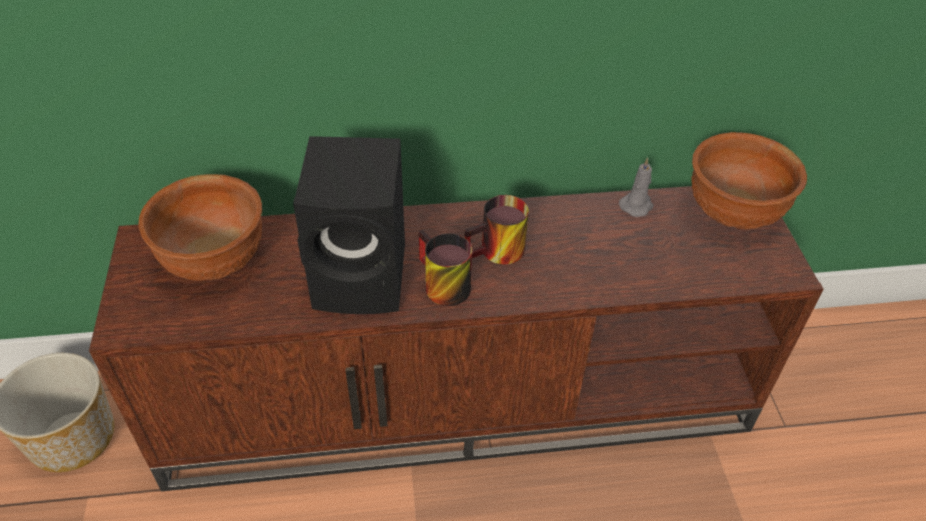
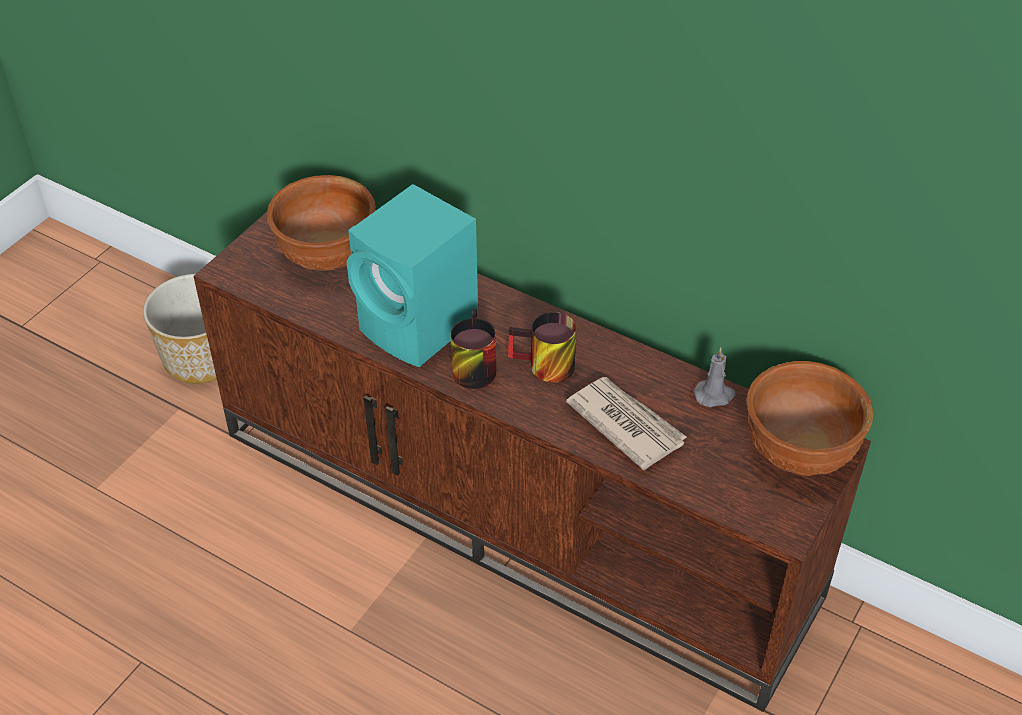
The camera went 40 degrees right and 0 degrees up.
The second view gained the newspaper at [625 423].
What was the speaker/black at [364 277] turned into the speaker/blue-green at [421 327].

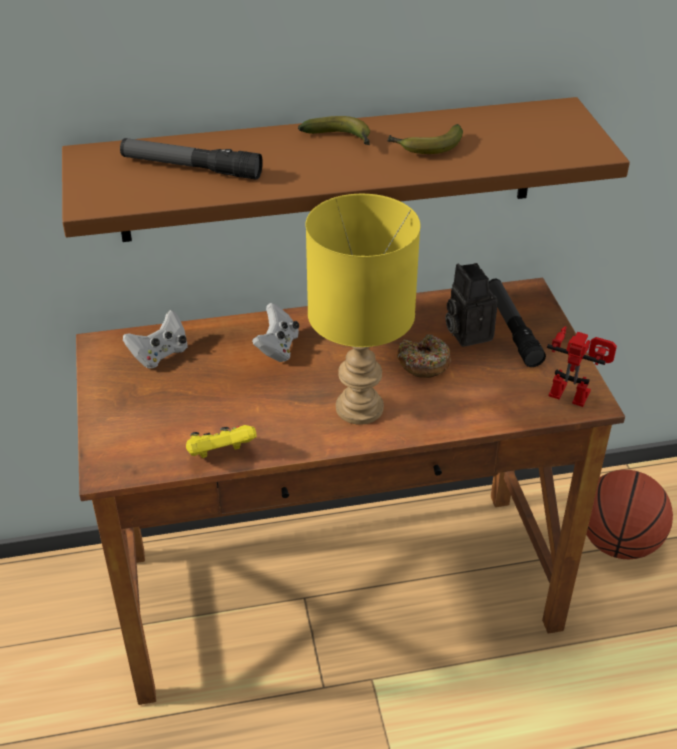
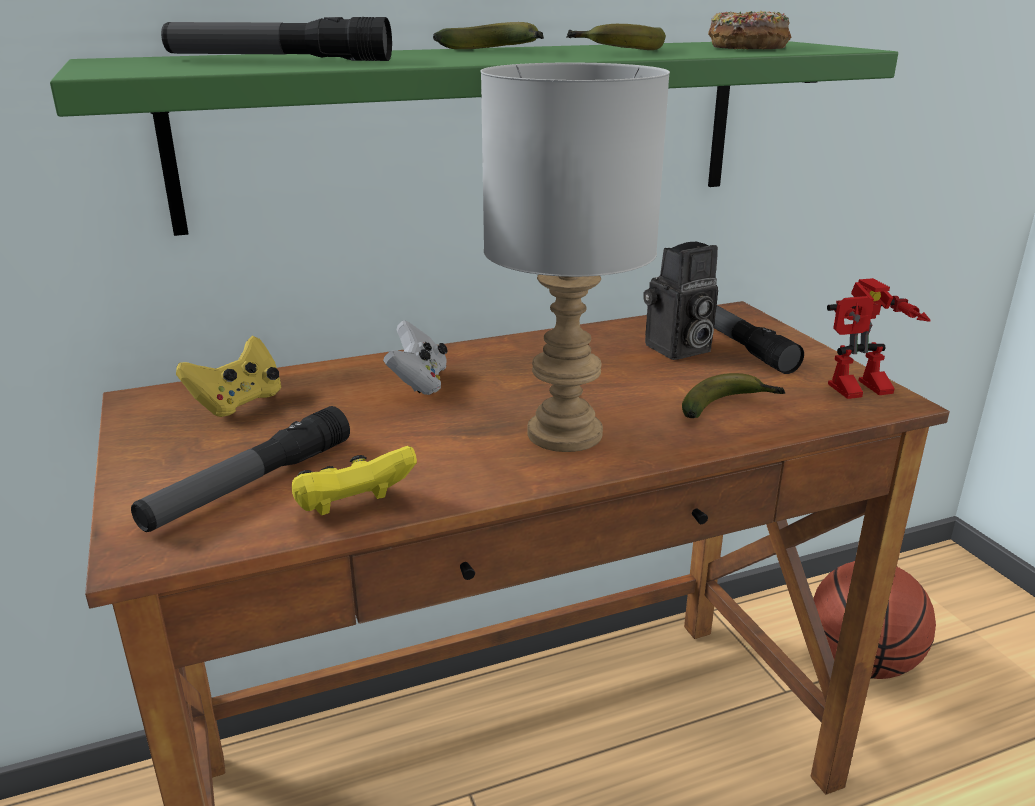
The camera went 10 degrees left and 15 degrees down.
The second view gained the flashlight at [250 484].
The second view gained the banana fruit at [729 407].
The donut ended up elsewhere, having gone from [423 363] to [748 47].
What was the shelf/brown-coloured at [329 170] turned into the shelf/greenish at [473 130].
What was the game controller/whitish at [160 354] turned into the game controller/yellow-coloured at [238 402].
What was the tabletop lamp/yellow-coloured at [357 408] turned into the tabletop lamp/greyish at [561 434].
The still camera at [466 332] ended up facing another way, 90 degrees counterclockwise from before.
The toy robot at [573 391] ended up facing another way, 150 degrees clockwise from before.

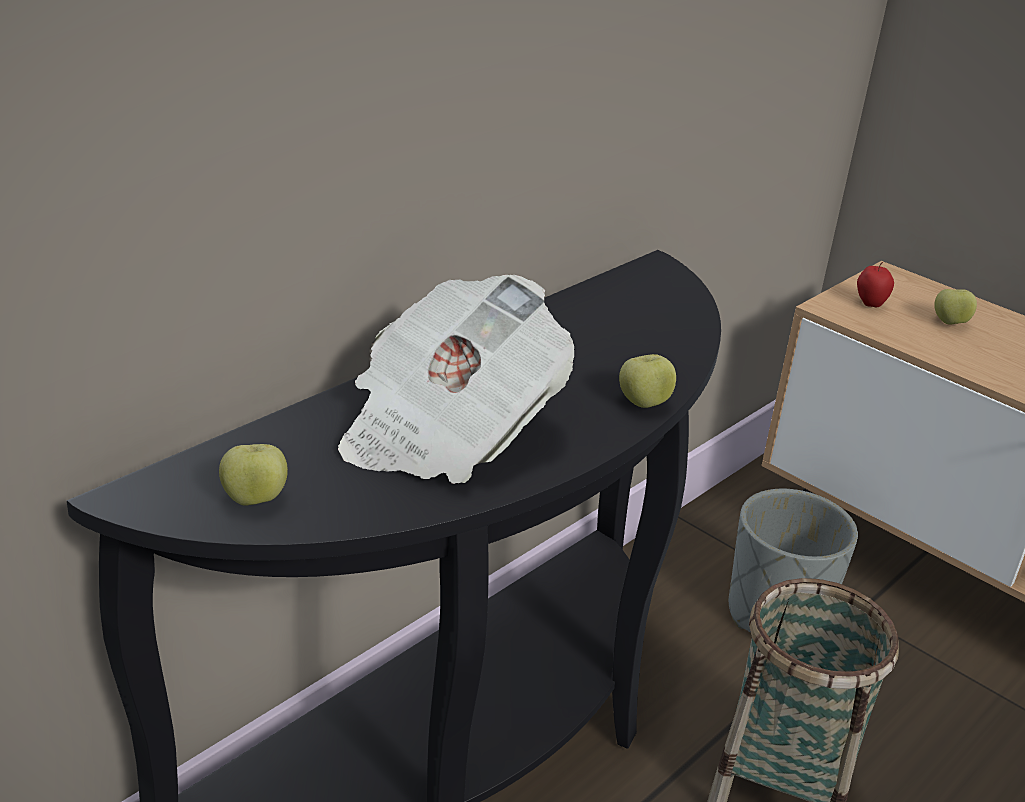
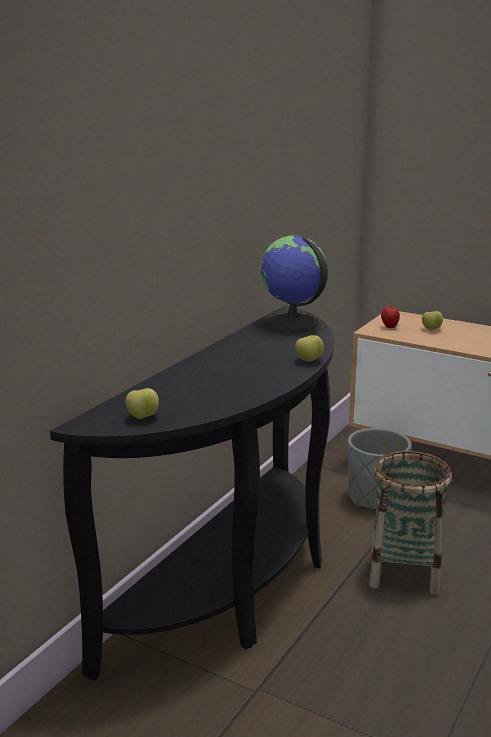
The camera went 10 degrees left and 10 degrees down.
The second view lost the newspaper at [447 430].
The second view gained the world globe at [292 323].

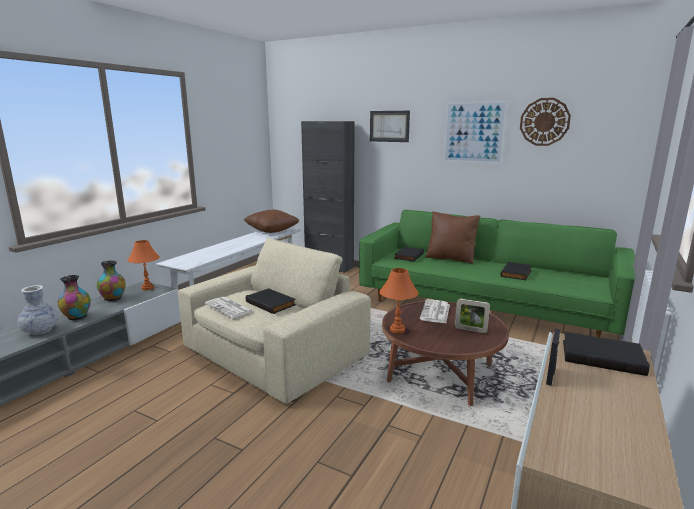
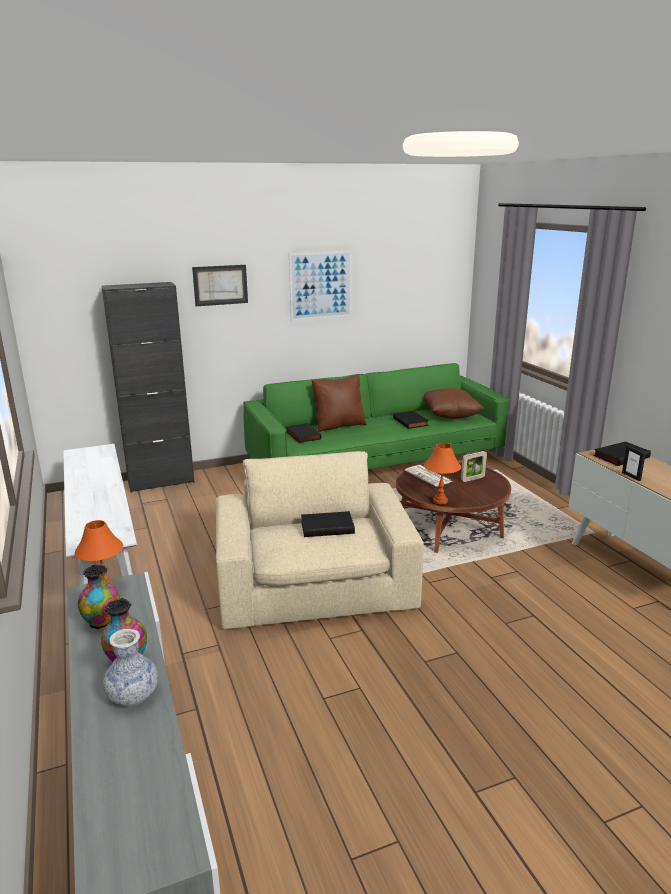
The camera went 50 degrees left and 5 degrees up.
The second view lost the newspaper at [230 308].
The second view lost the wall clock at [544 122].
The pillow/brown-coloured ended up elsewhere, having gone from [272 231] to [450 416].

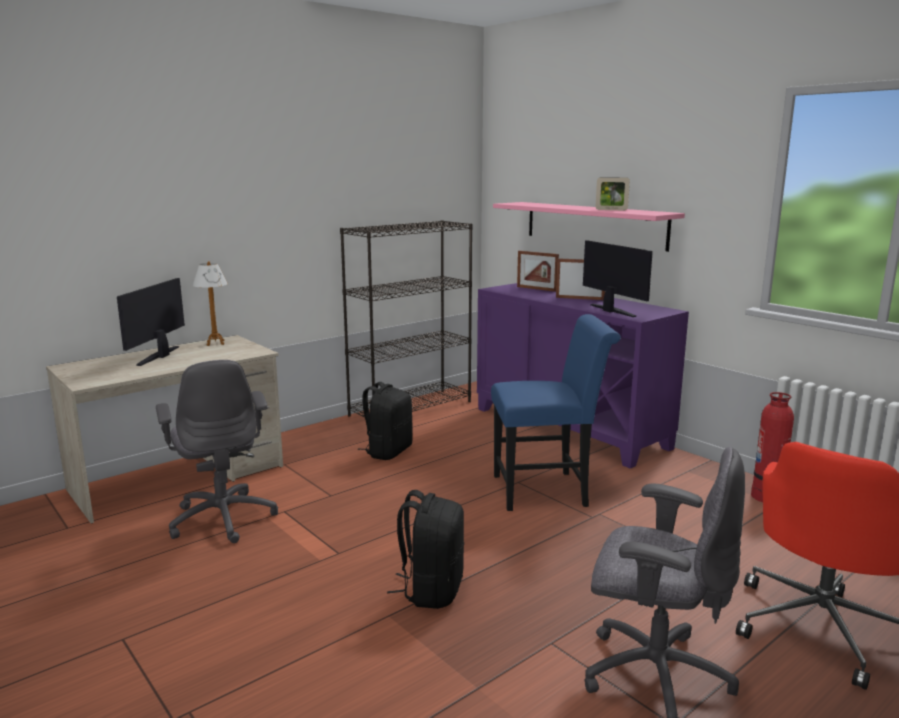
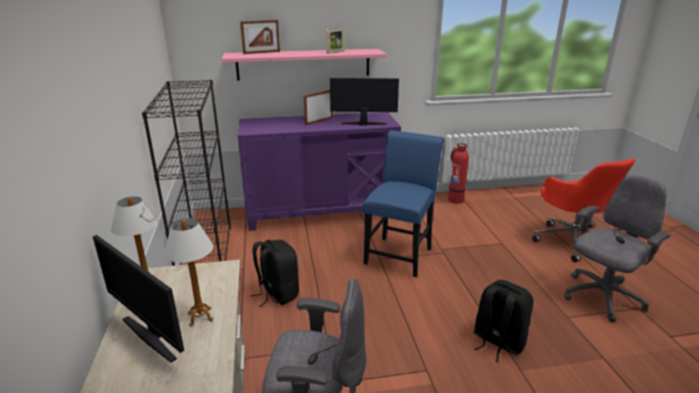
The camera went 60 degrees left and 10 degrees up.
The second view gained the tabletop lamp at [200 317].
The picture frame ended up elsewhere, having gone from [536 289] to [261 52].

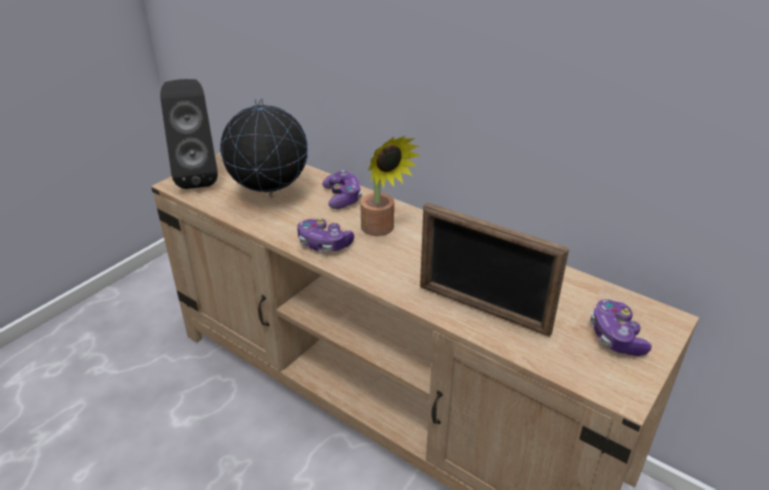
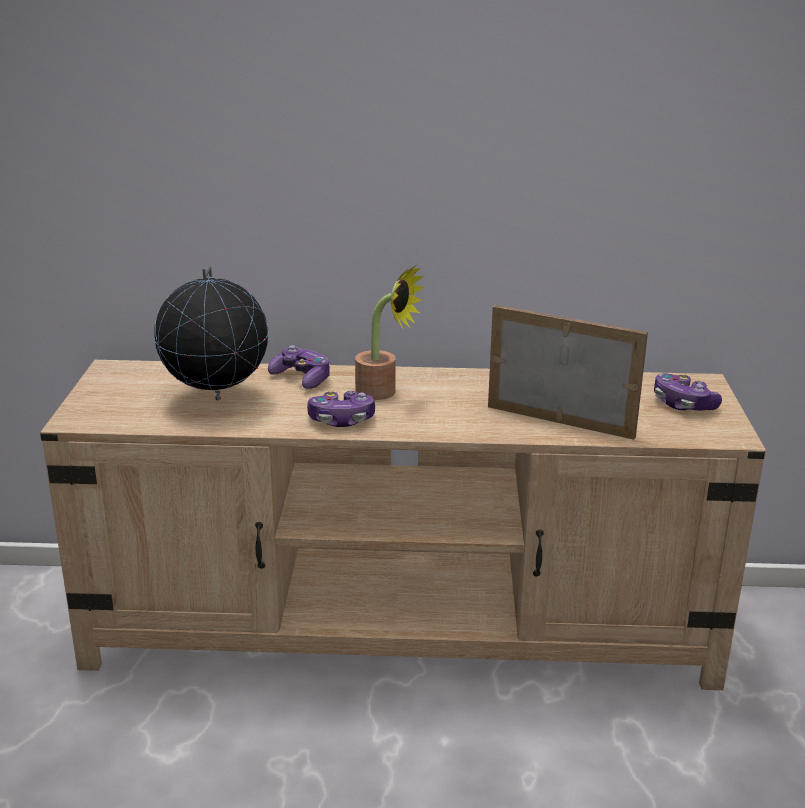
The camera went 35 degrees left and 10 degrees down.
The second view lost the speaker/black at [198 177].
The picture frame at [482 309] ended up facing another way, 150 degrees counterclockwise from before.

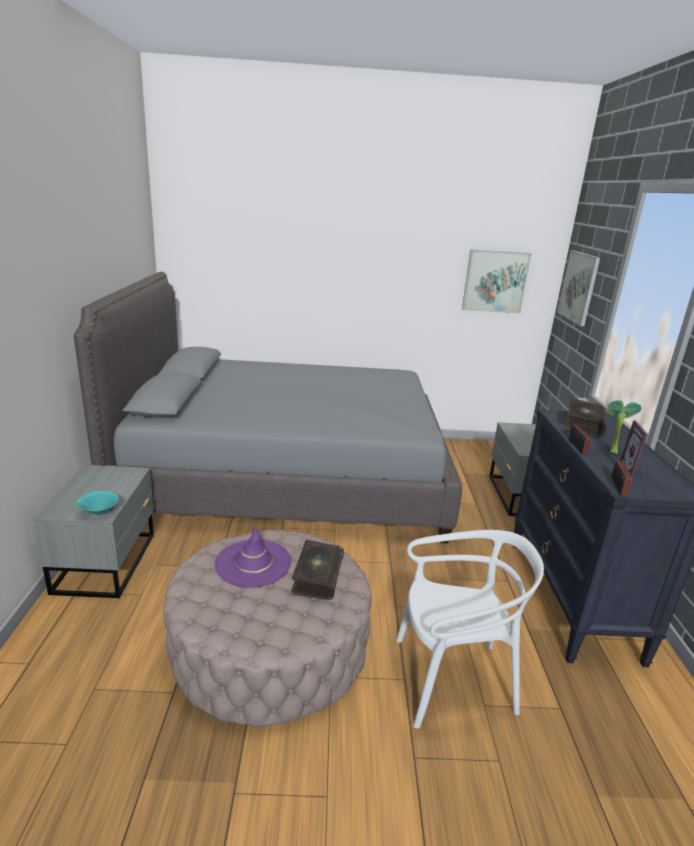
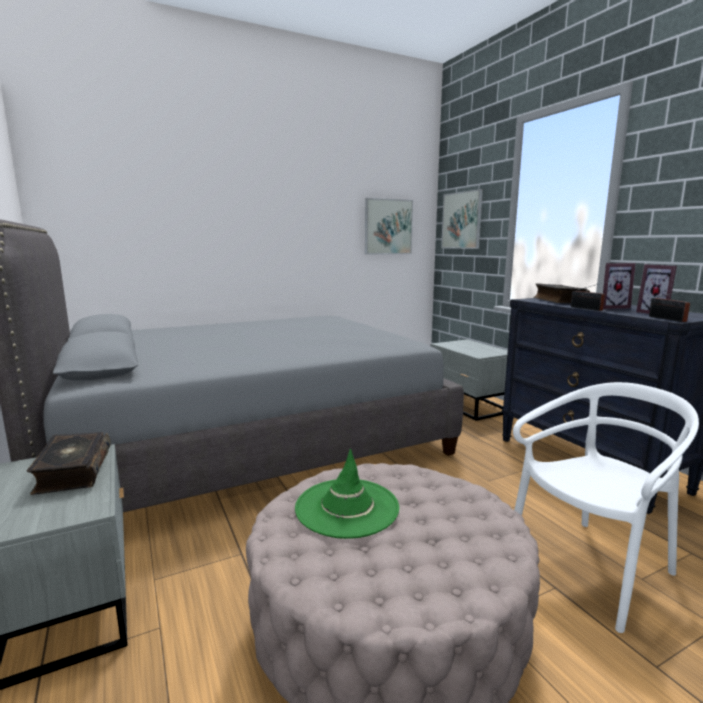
The camera went 25 degrees left and 10 degrees down.
The second view lost the serving bowl/blue-green at [98 512].
The bound book ended up elsewhere, having gone from [316 576] to [72 472].
Where the potted plant stood at [611 451], the picture frame came to stand at [610 307].
What was the clothing hat/purplish at [253 563] turned into the clothing hat/greenish at [347 507].

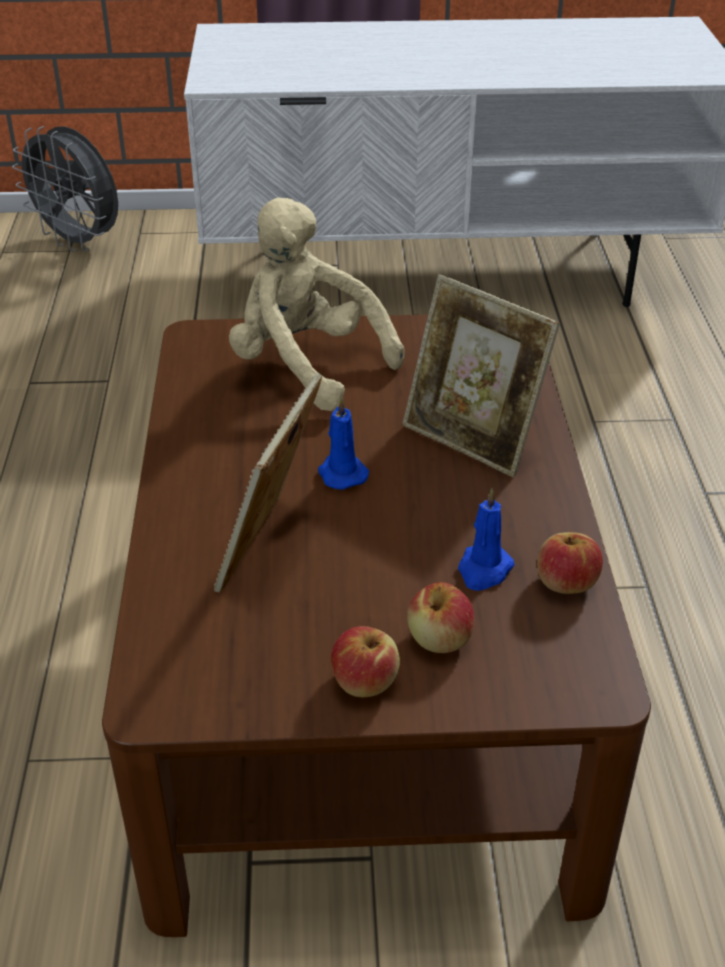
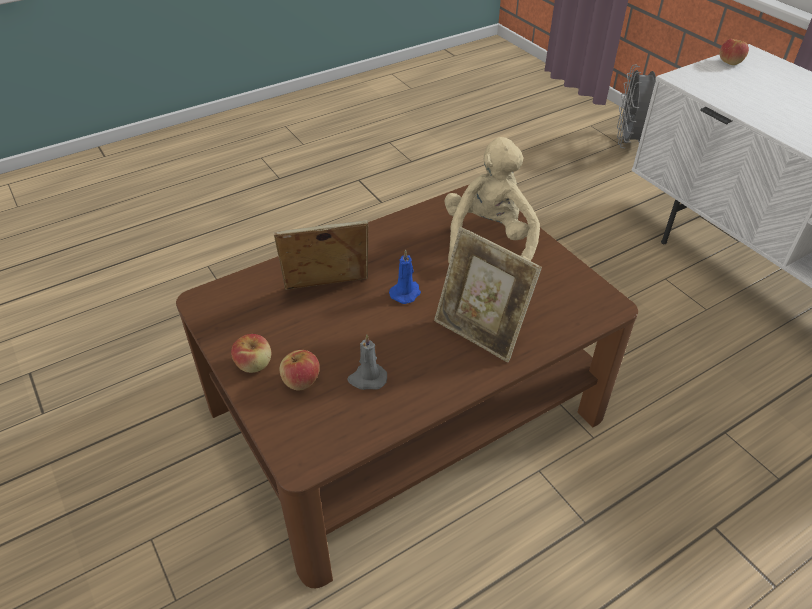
The camera went 60 degrees right and 5 degrees up.
The apple ended up elsewhere, having gone from [566 582] to [730 62].
What was the wax light/blue-coloured at [484 570] turned into the wax light/greyish at [367 379].
The picture frame at [472 439] ended up facing another way, 60 degrees counterclockwise from before.

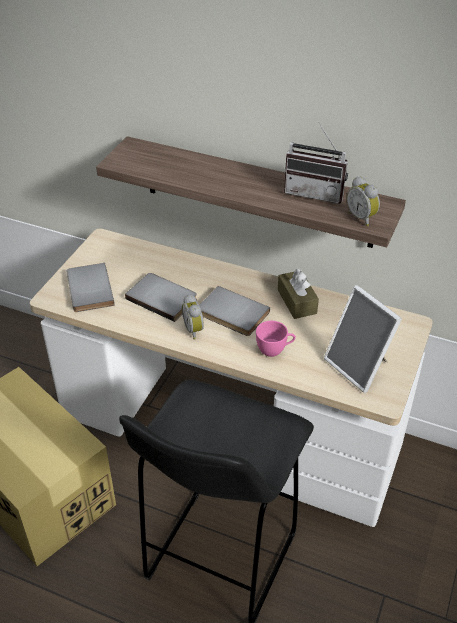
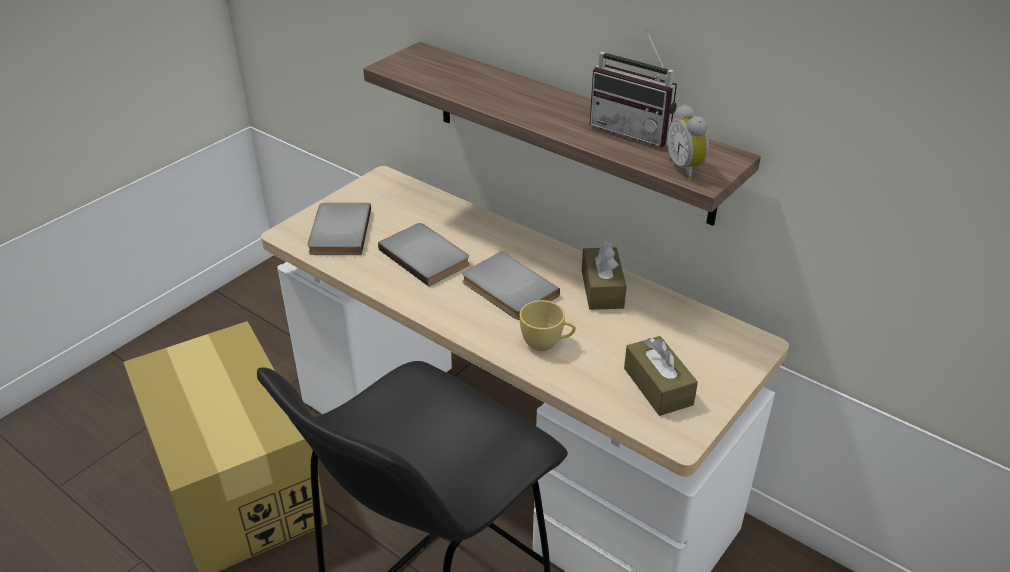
The camera went 15 degrees right and 5 degrees down.
The second view lost the alarm clock at [195 330].
Where the picture frame stood at [359 367], the tissue box/brown-coloured came to stand at [658 386].
What was the cup/pink at [274 350] turned into the cup/yellow-coloured at [546 344].

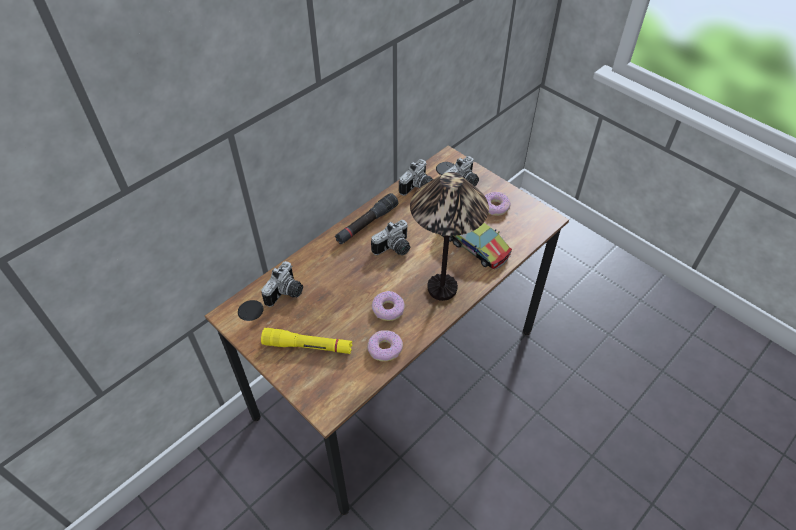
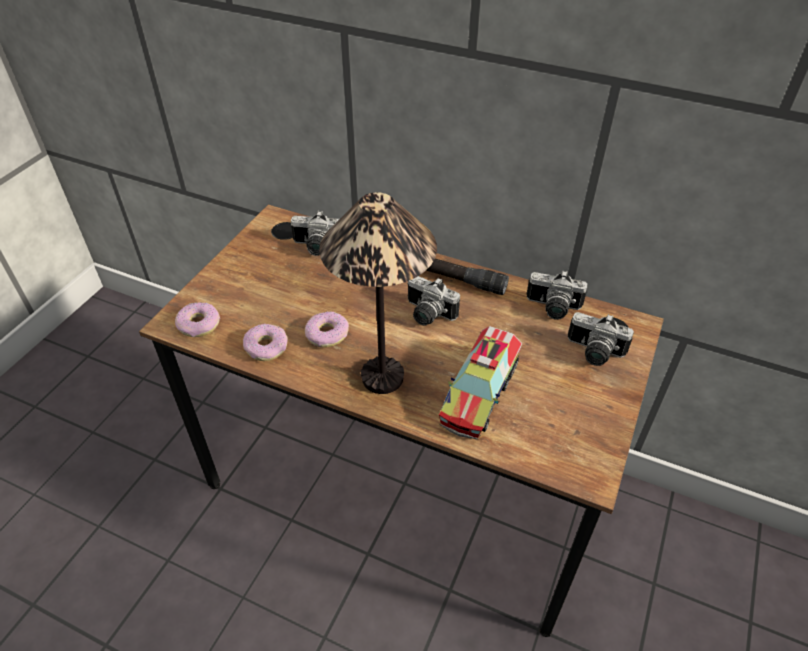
The camera went 70 degrees right and 5 degrees down.
The second view lost the flashlight/yellow-coloured at [308 346].
The donut ended up elsewhere, having gone from [495 207] to [199 325].

